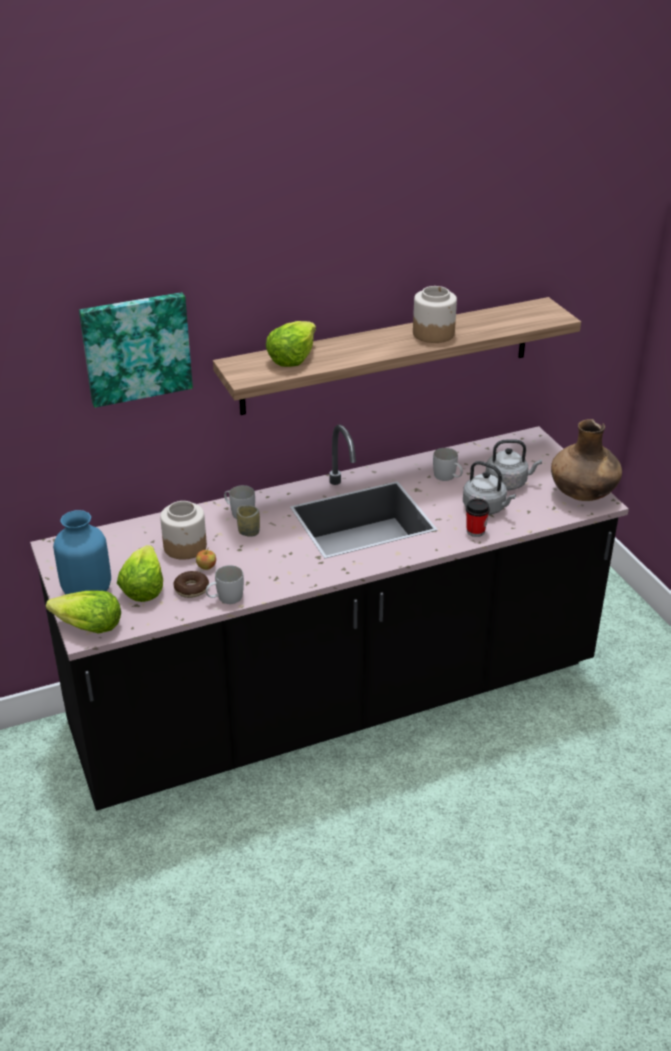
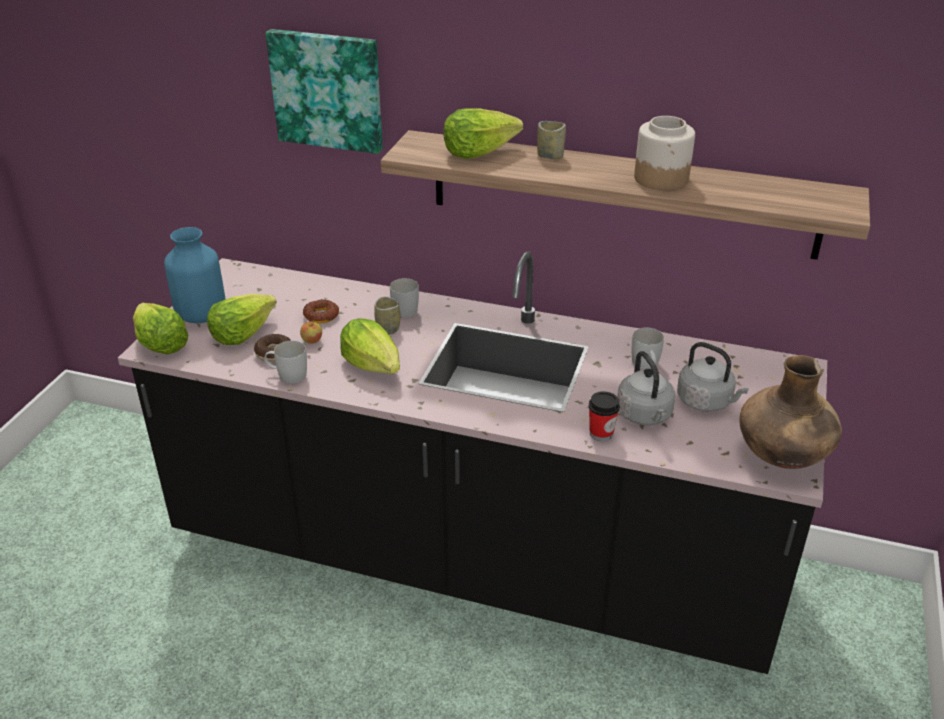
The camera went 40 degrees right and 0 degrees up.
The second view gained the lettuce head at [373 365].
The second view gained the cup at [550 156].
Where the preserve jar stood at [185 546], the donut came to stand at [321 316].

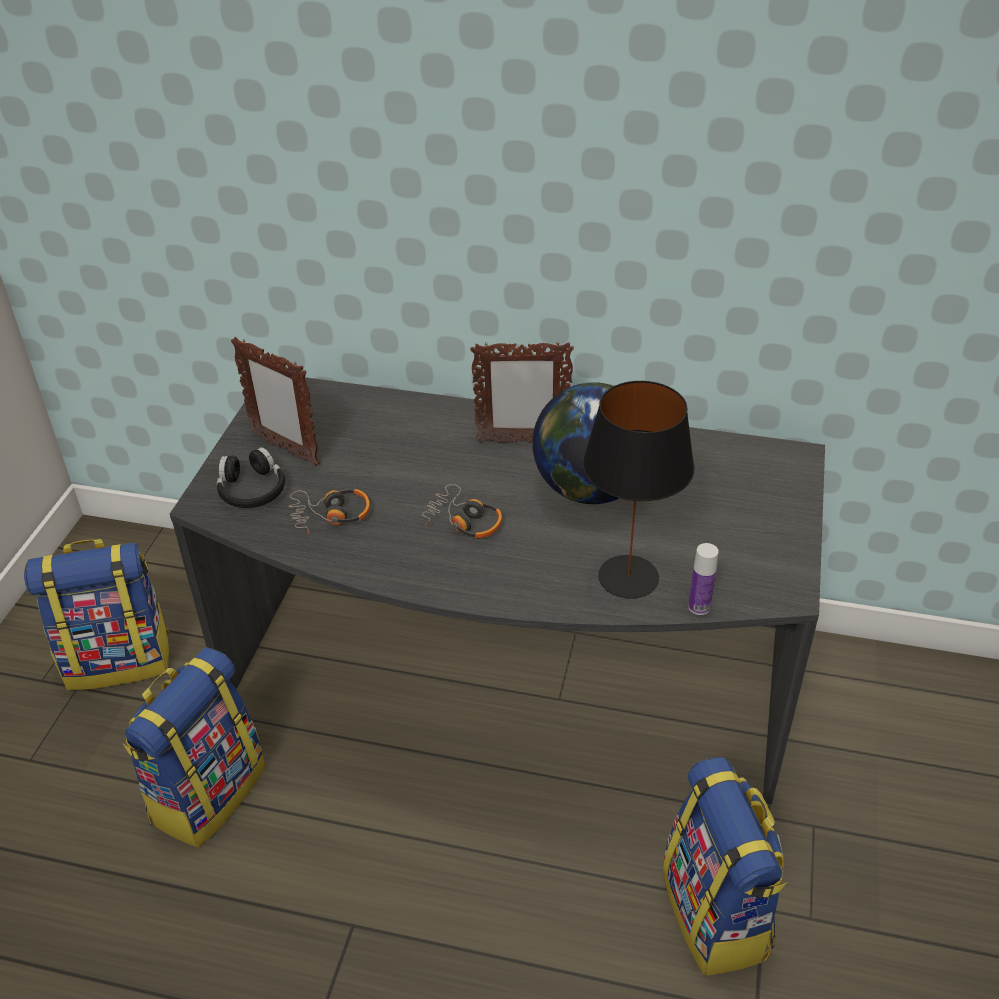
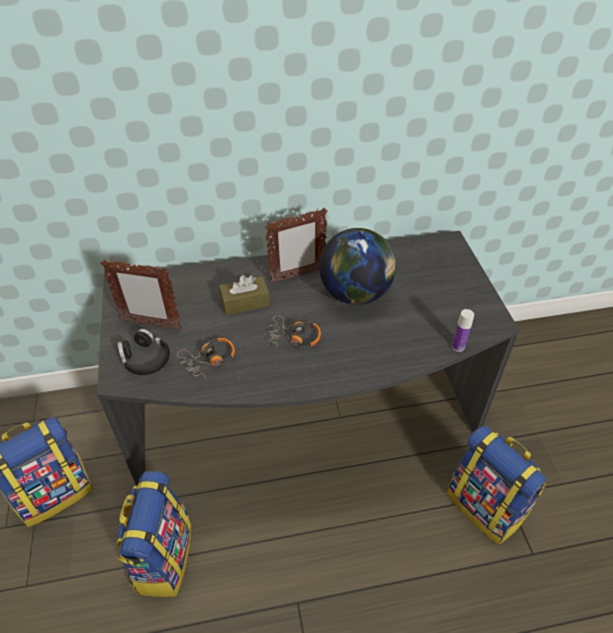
The camera went 25 degrees left and 5 degrees up.
The second view lost the tabletop lamp/black at [629 576].
The second view gained the tissue box/brown-coloured at [245 302].

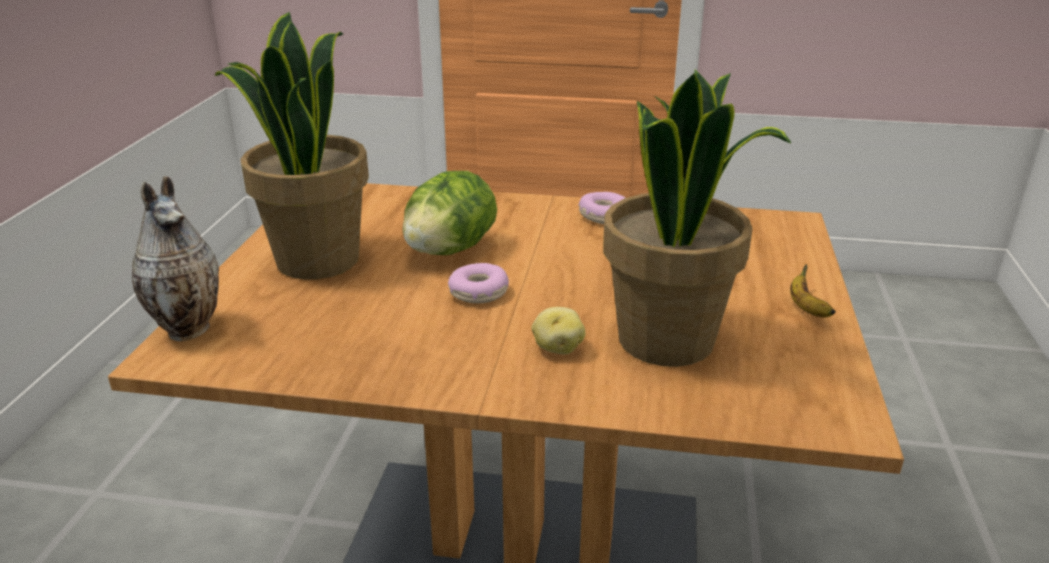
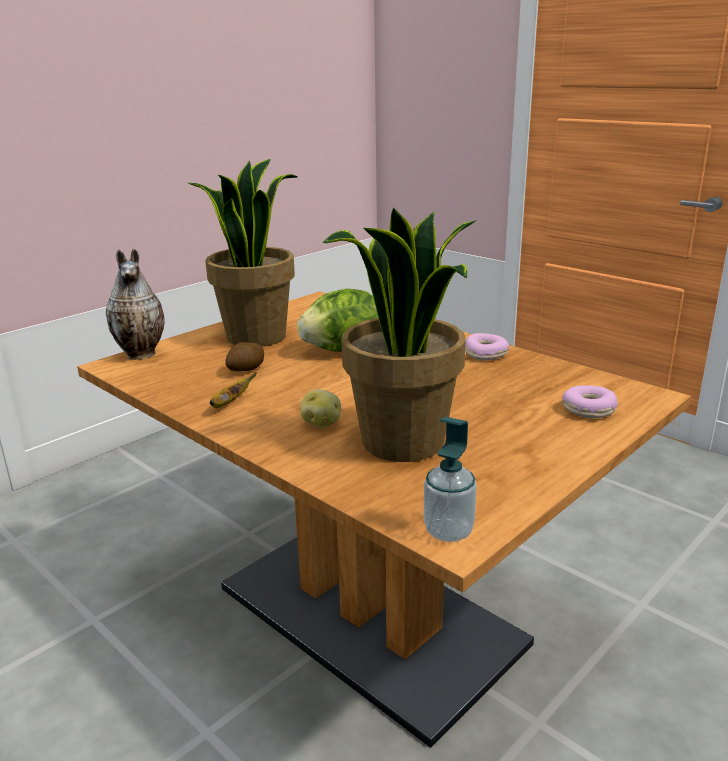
The camera went 35 degrees right and 5 degrees down.
The second view gained the whole potato at [246 370].
The second view gained the liquid soap bottle at [448 531].
The donut ended up elsewhere, having gone from [478 292] to [589 410].
The banana fruit ended up elsewhere, having gone from [806 308] to [230 403].

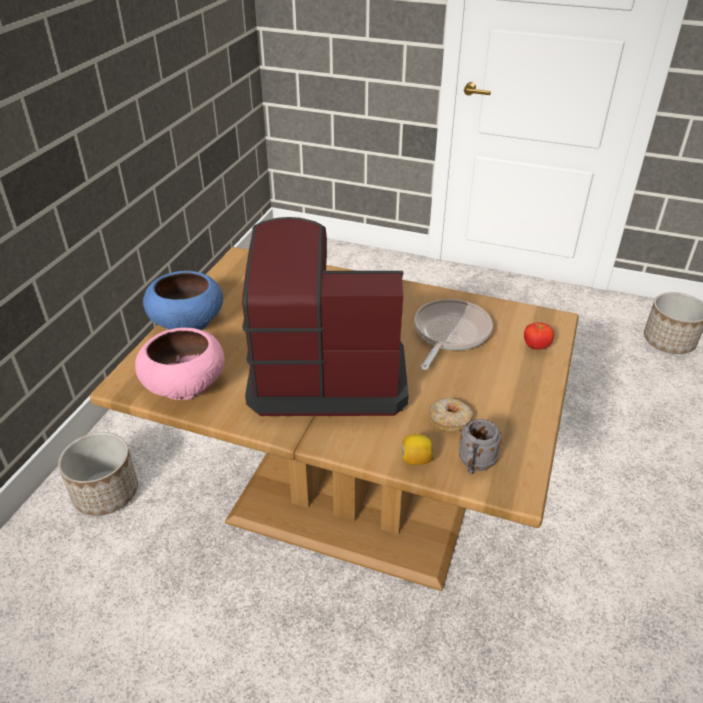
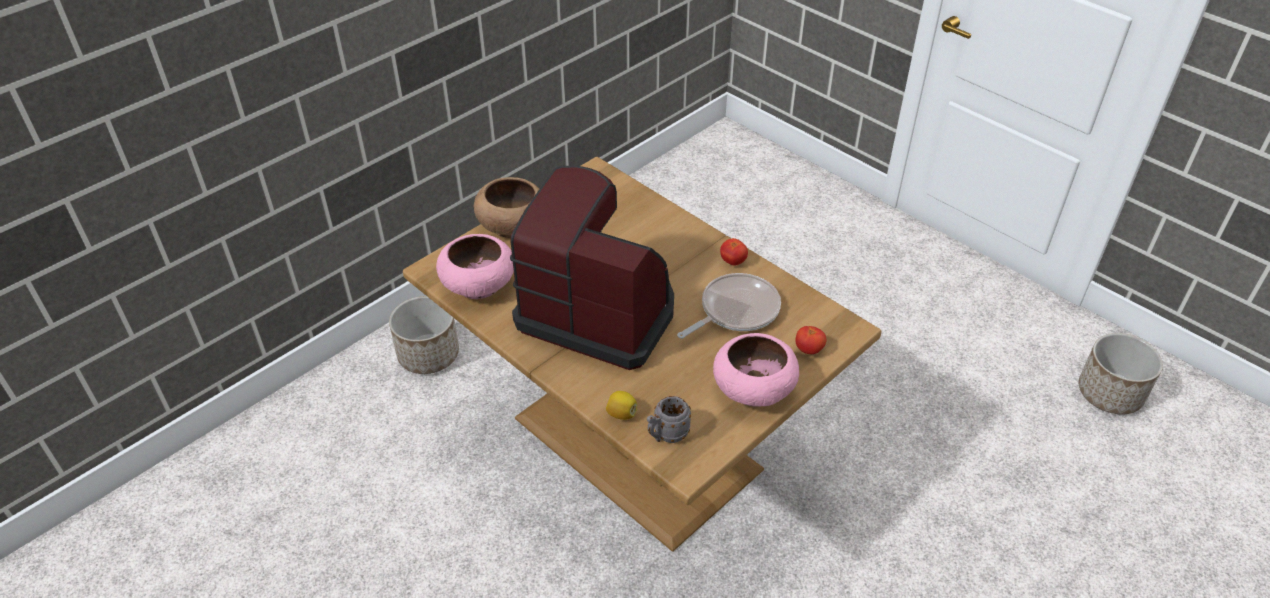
The camera went 25 degrees right and 5 degrees up.
The second view lost the donut at [450 419].
The second view gained the serving bowl/pink at [753 388].
The second view gained the whole tomato at [733 261].
What was the serving bowl/blue-coloured at [187 322] turned into the serving bowl/brown-coloured at [512 225].

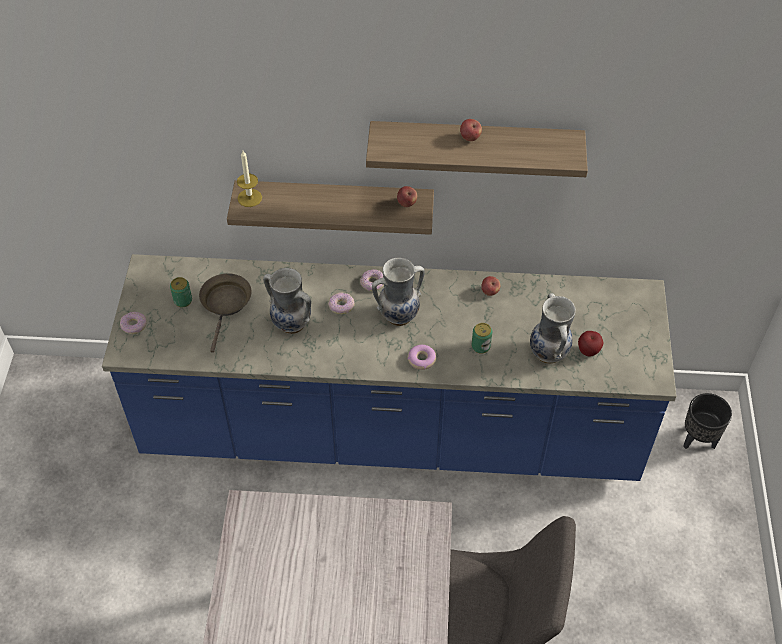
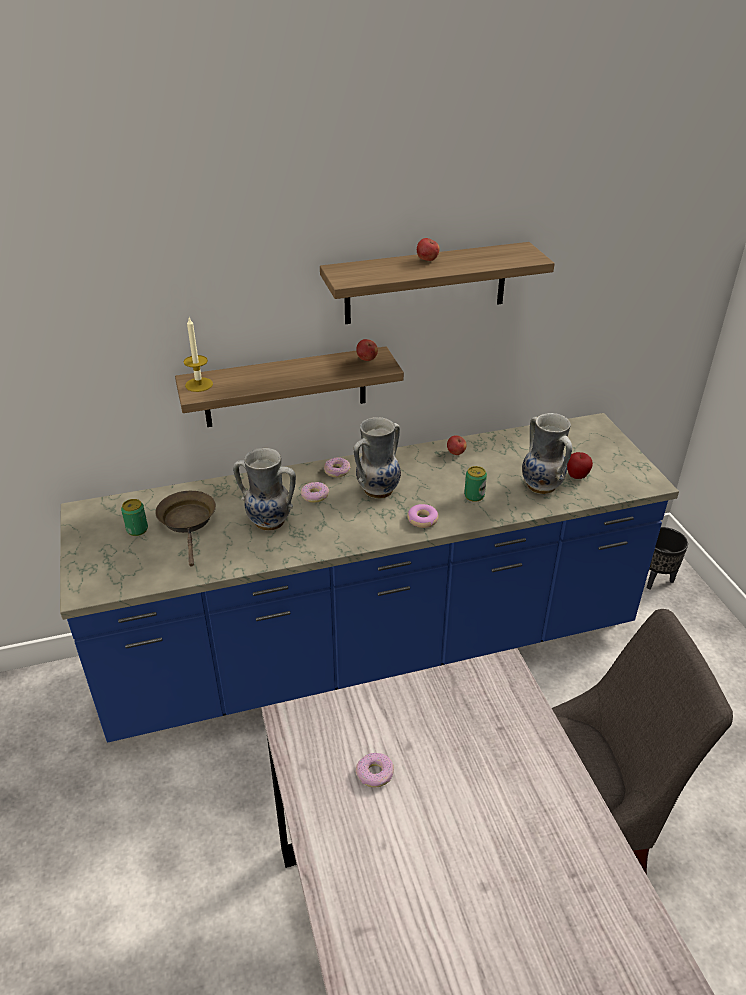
The camera went 20 degrees left and 15 degrees down.
The donut ended up elsewhere, having gone from [134 325] to [375 774].

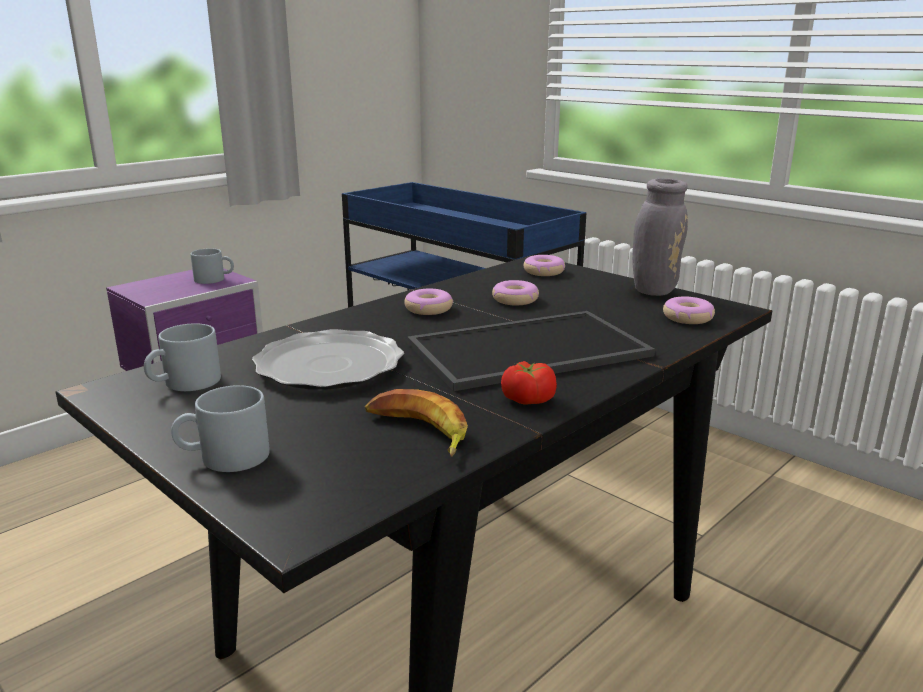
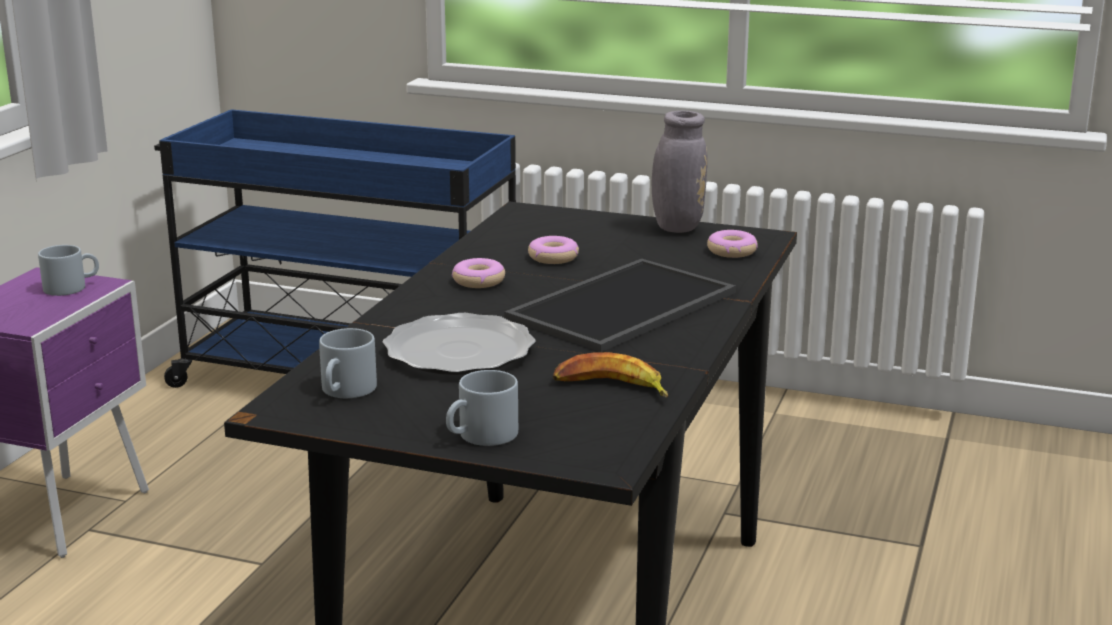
The camera went 25 degrees left and 0 degrees up.
The second view lost the whole tomato at [528 399].
The second view lost the donut at [544 272].

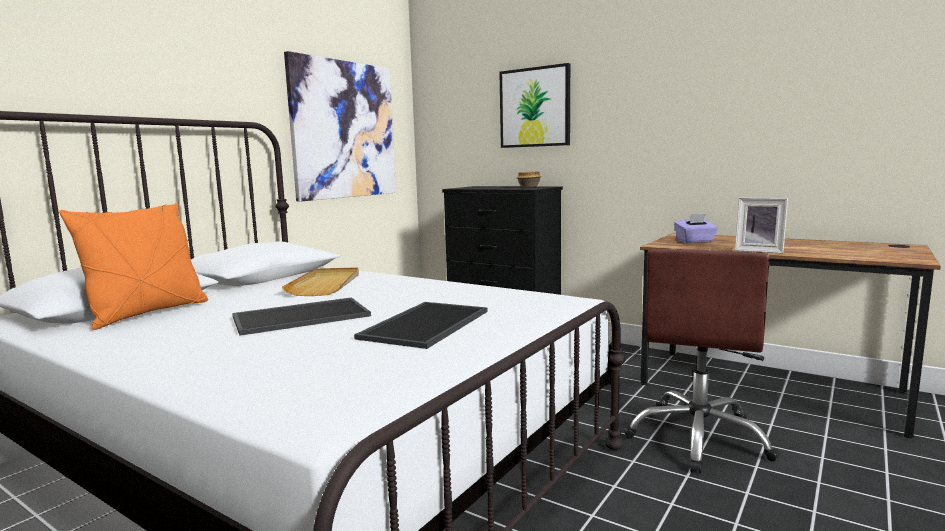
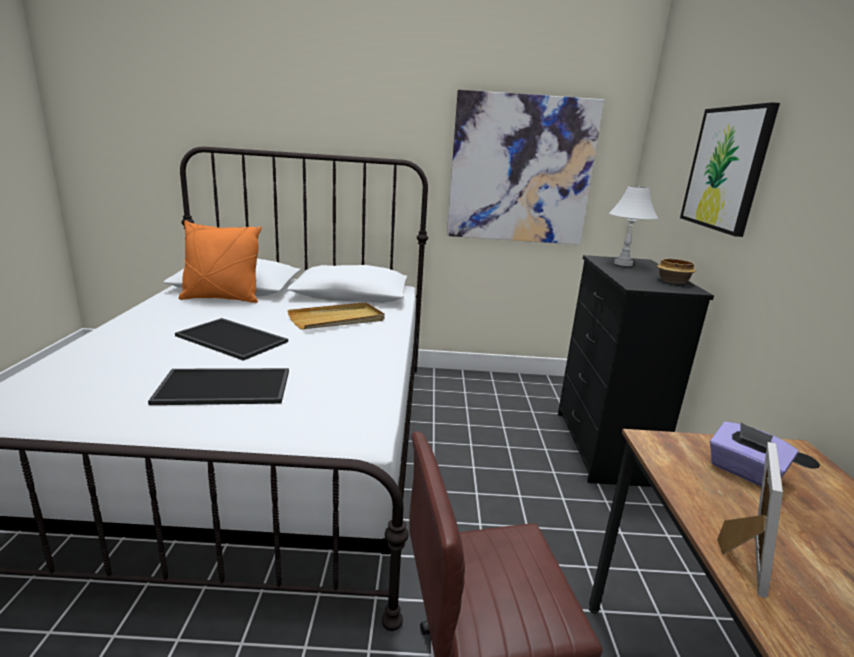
The camera went 55 degrees right and 10 degrees up.
The second view gained the tabletop lamp/whitish at [623 264].
The picture frame at [759 251] ended up facing another way, 150 degrees counterclockwise from before.

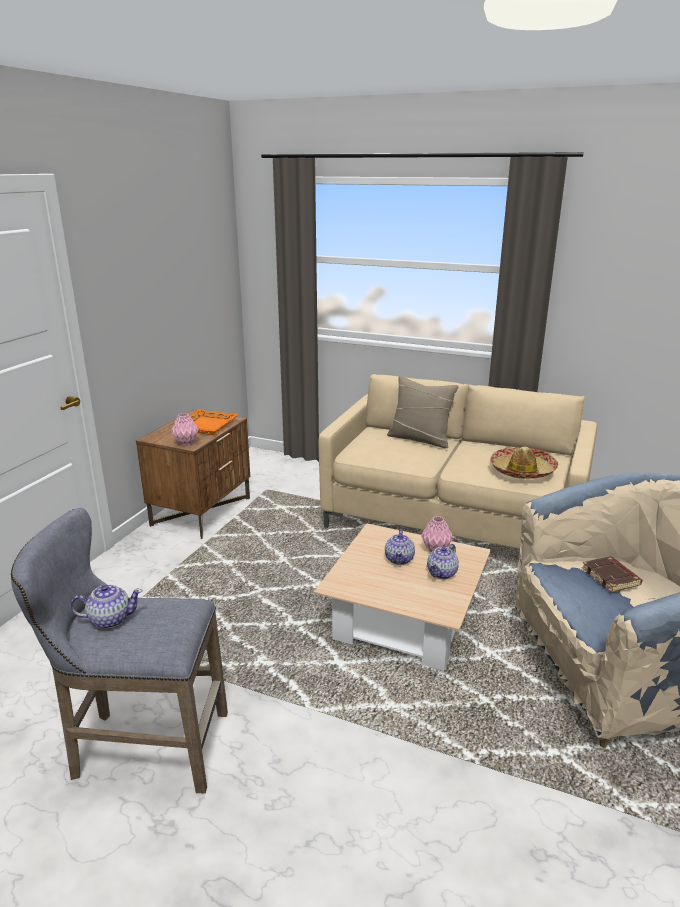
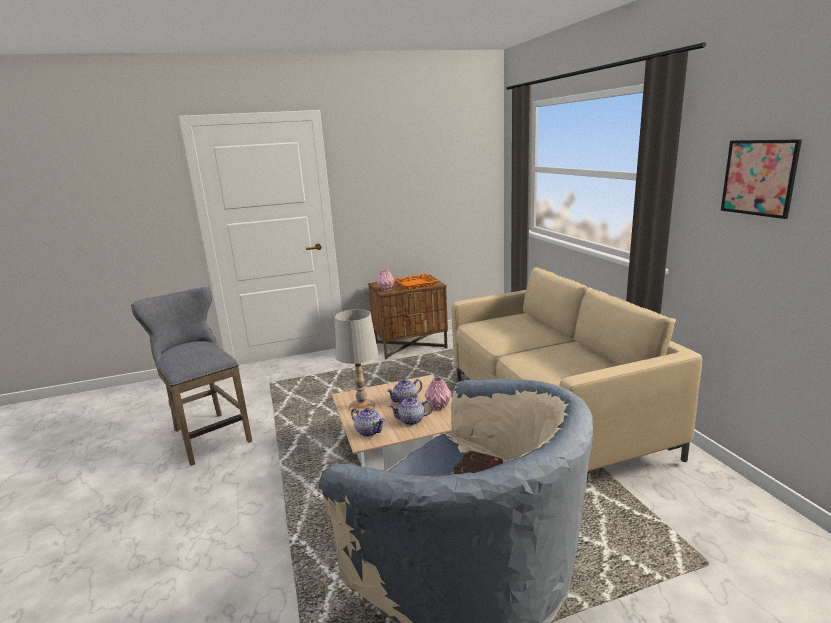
The camera went 50 degrees right and 5 degrees down.
The second view lost the pillow/sand-coloured at [420 439].
The second view lost the clothing hat at [522 470].
The second view gained the tabletop lamp/whitish at [362 406].
The second view gained the wall picture at [759 177].
The pot for tea ended up elsewhere, having gone from [109 619] to [369 431].

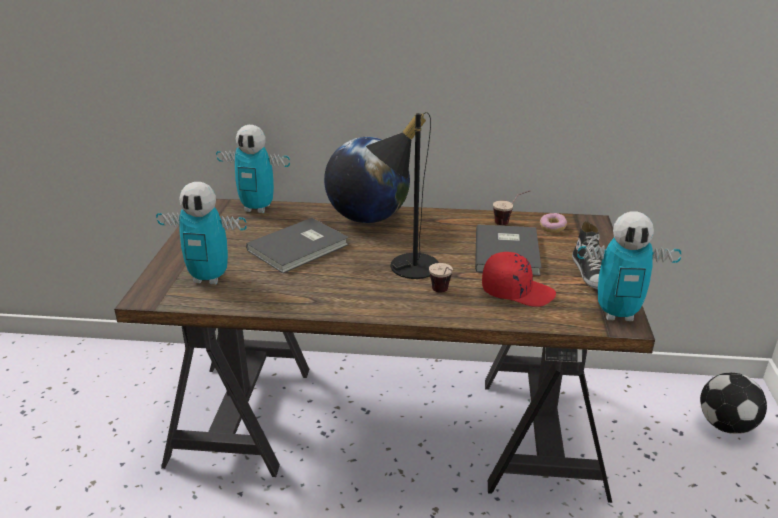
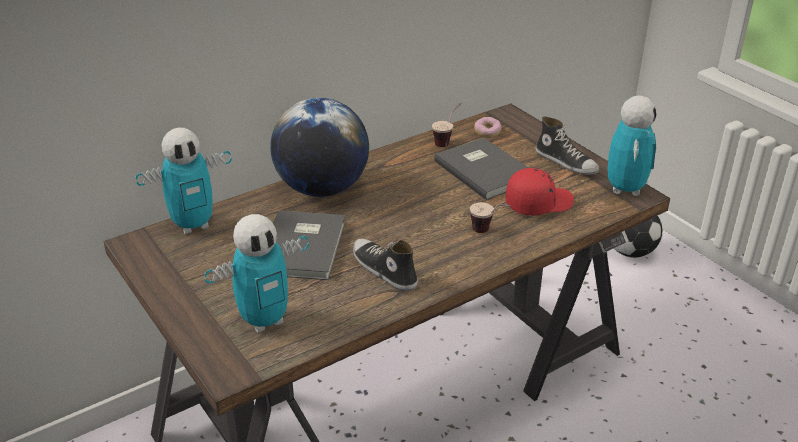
The camera went 40 degrees left and 5 degrees up.
The second view lost the tabletop lamp/black at [404 266].
The second view gained the shoe at [383 270].
The toy robot at [617 314] ended up facing another way, 45 degrees counterclockwise from before.

